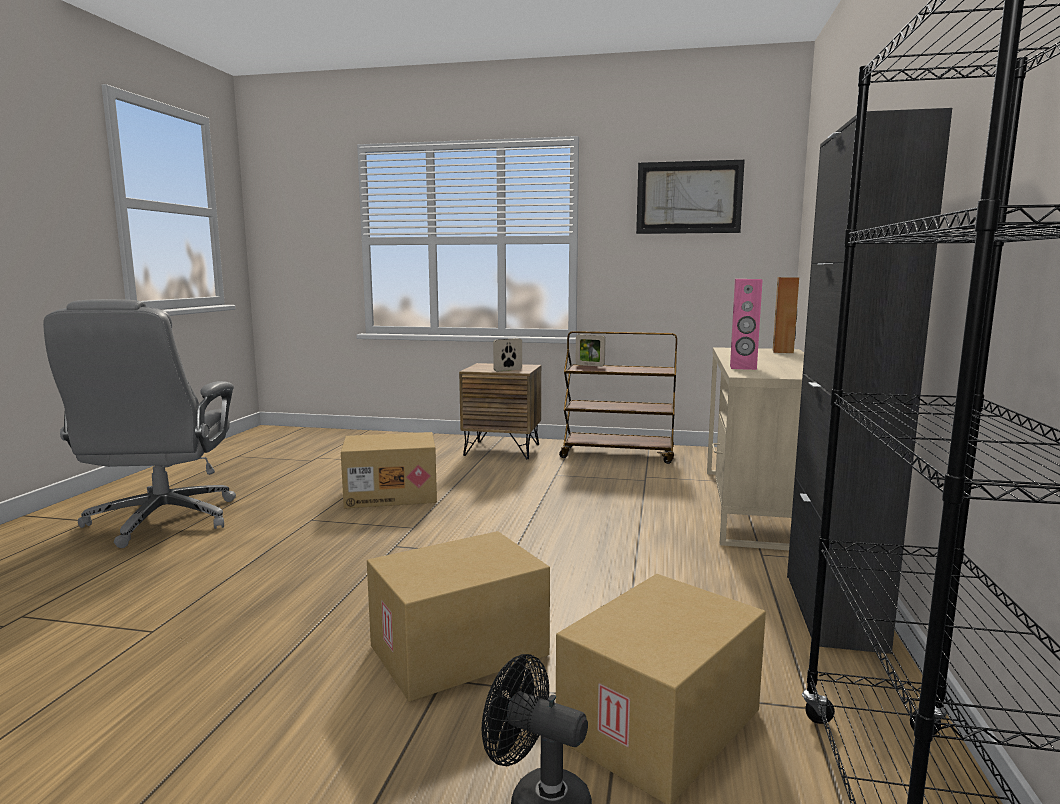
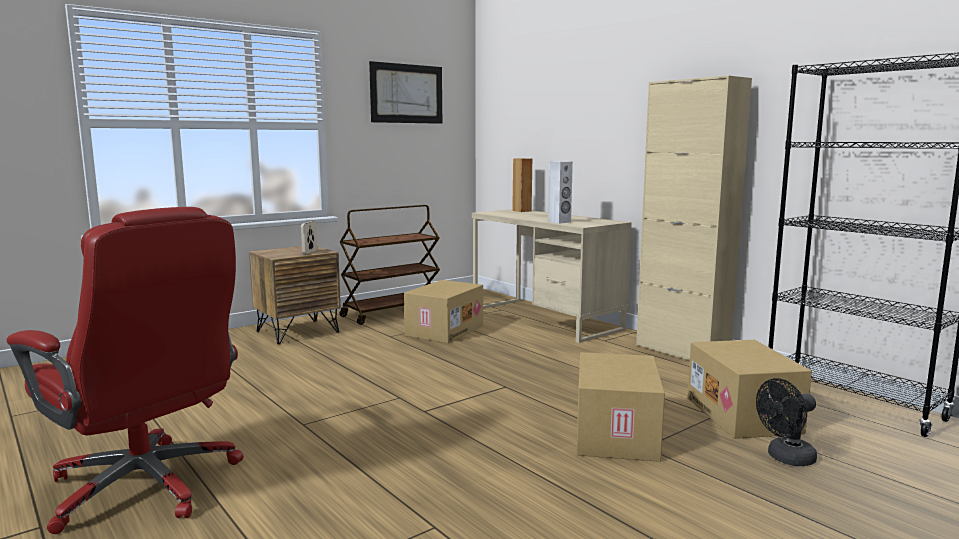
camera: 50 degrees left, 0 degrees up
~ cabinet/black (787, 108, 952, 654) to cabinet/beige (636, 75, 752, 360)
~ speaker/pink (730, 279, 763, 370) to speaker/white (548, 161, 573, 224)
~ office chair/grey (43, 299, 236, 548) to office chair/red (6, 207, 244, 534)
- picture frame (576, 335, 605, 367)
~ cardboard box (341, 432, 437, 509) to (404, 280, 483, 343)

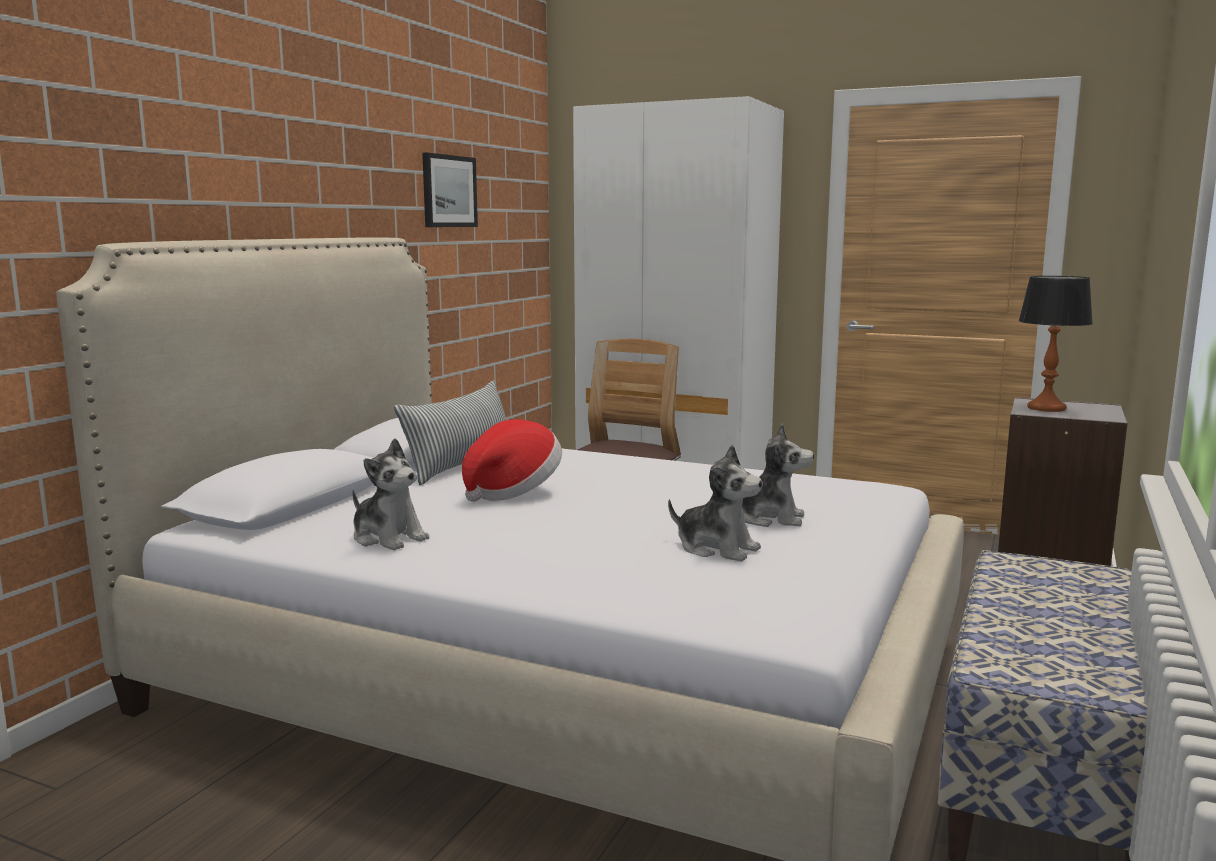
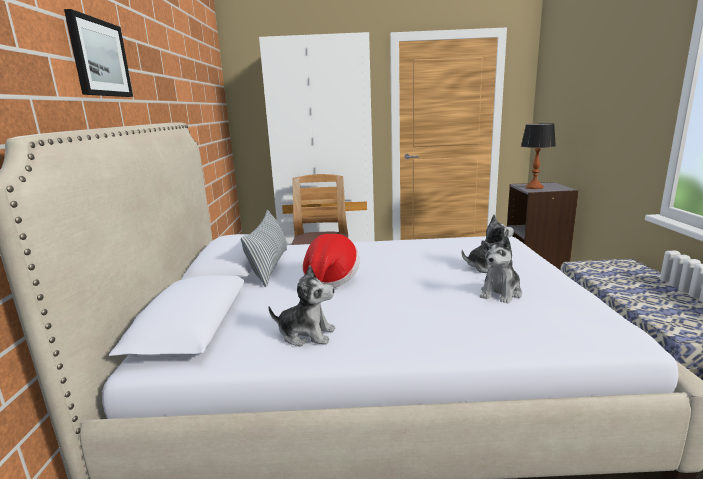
camera: 25 degrees left, 5 degrees up
~ picture (422, 152, 478, 227) to (64, 9, 133, 97)
~ plush toy (668, 445, 763, 562) = (480, 236, 522, 303) 120 degrees clockwise

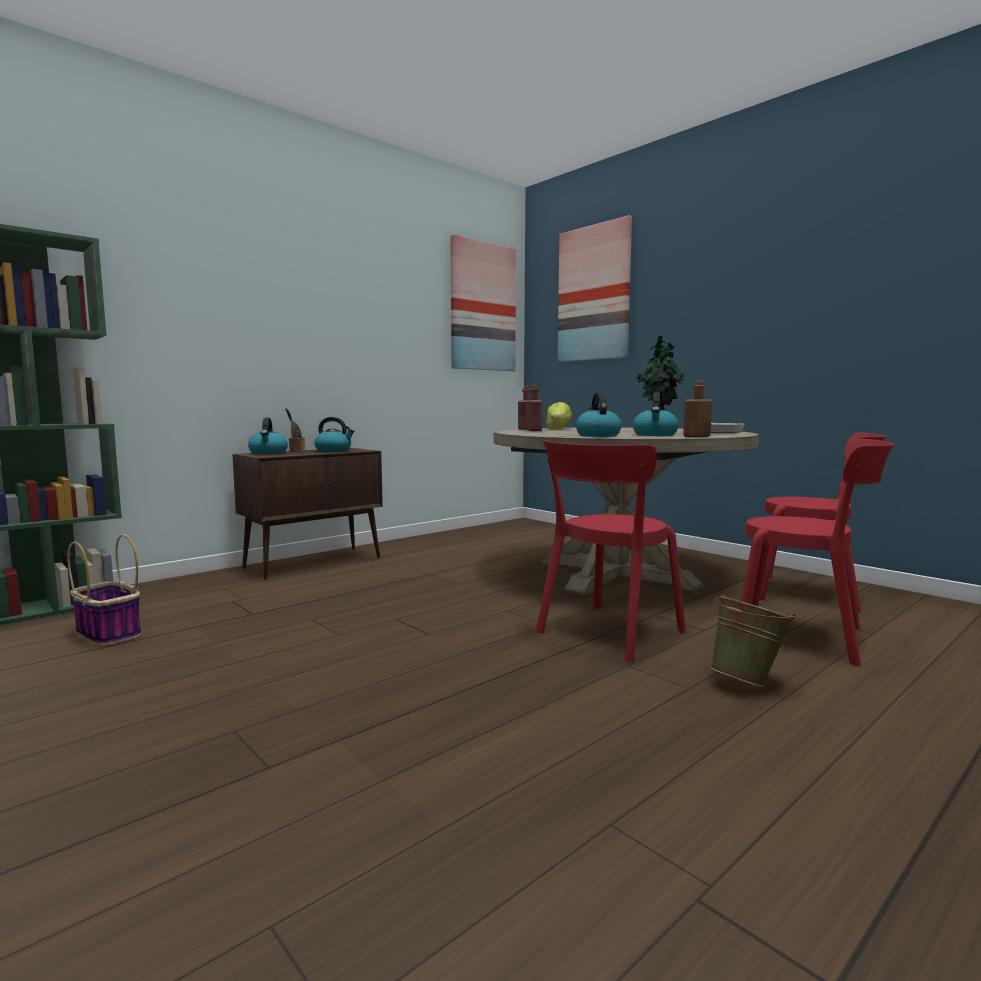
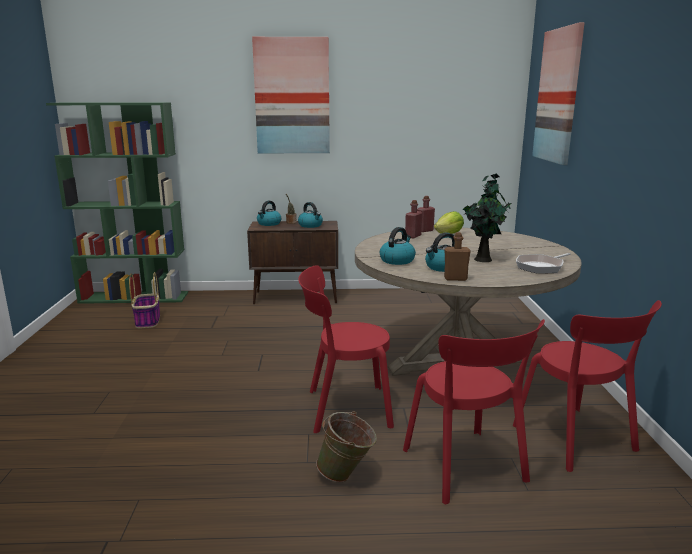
camera: 40 degrees right, 10 degrees up
~ picture (450, 234, 516, 371) to (252, 37, 330, 153)

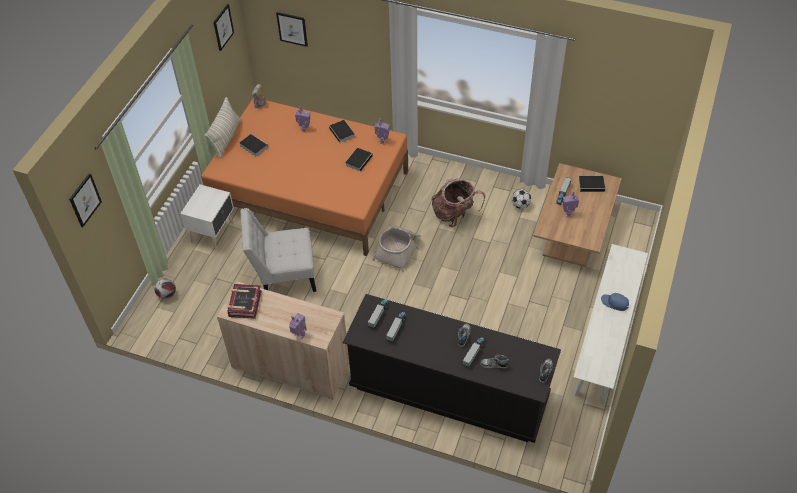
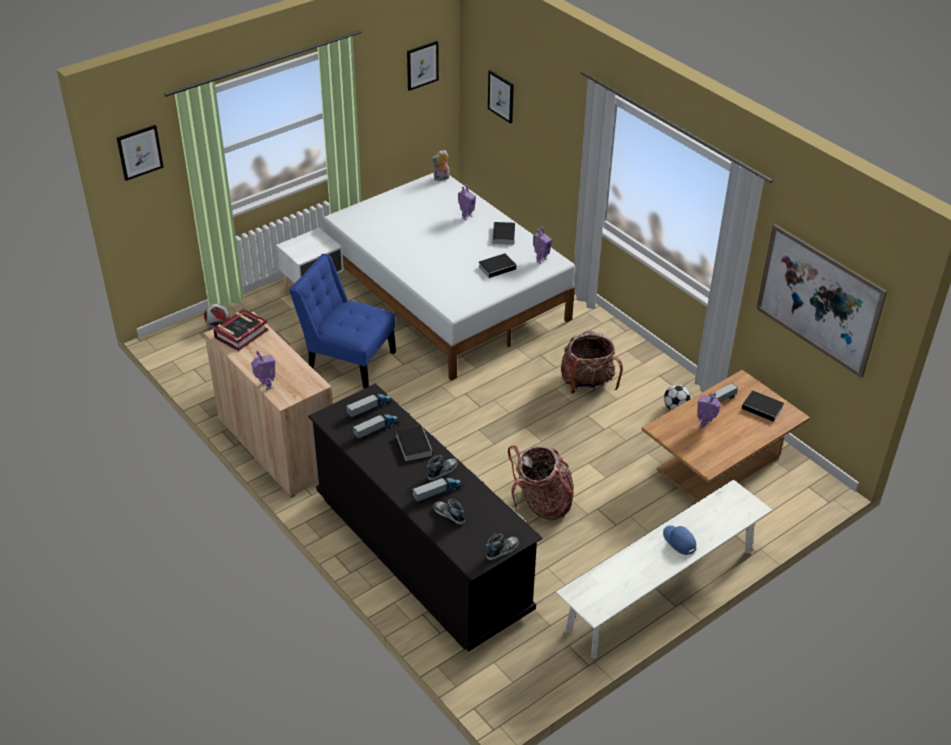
camera: 30 degrees right, 10 degrees down
- pillow (205, 97, 241, 159)
~ bed/orange (201, 98, 408, 256) to bed/white (323, 173, 575, 381)
~ book (239, 134, 268, 157) to (396, 425, 432, 461)
~ chair/white (241, 208, 316, 292) to chair/blue (289, 254, 396, 389)
- basket (372, 224, 421, 273)
+ picture (756, 224, 887, 378)
+ backpack (508, 445, 574, 520)

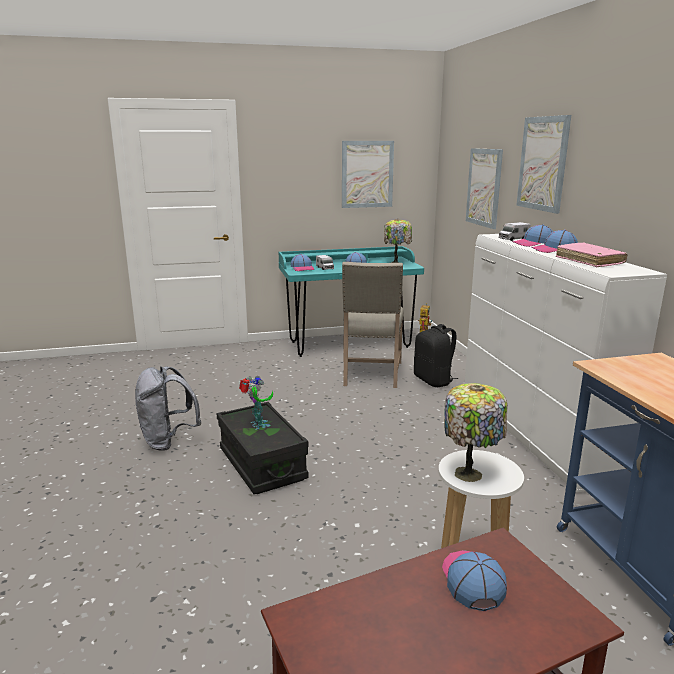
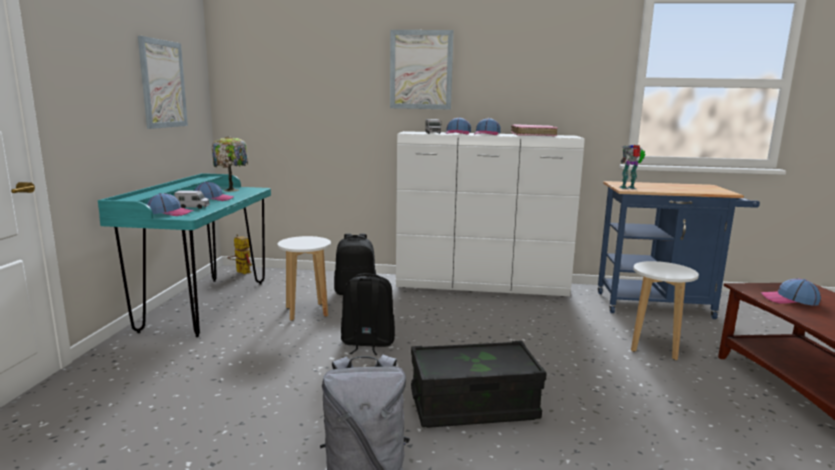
camera: 70 degrees left, 5 degrees down
- picture (466, 148, 503, 229)
~ chair/beige (342, 262, 404, 388) to stool/white (278, 236, 331, 321)
~ toy robot (239, 376, 273, 430) to (619, 145, 646, 189)
- table lamp (444, 383, 508, 482)
+ backpack/black (341, 273, 395, 355)

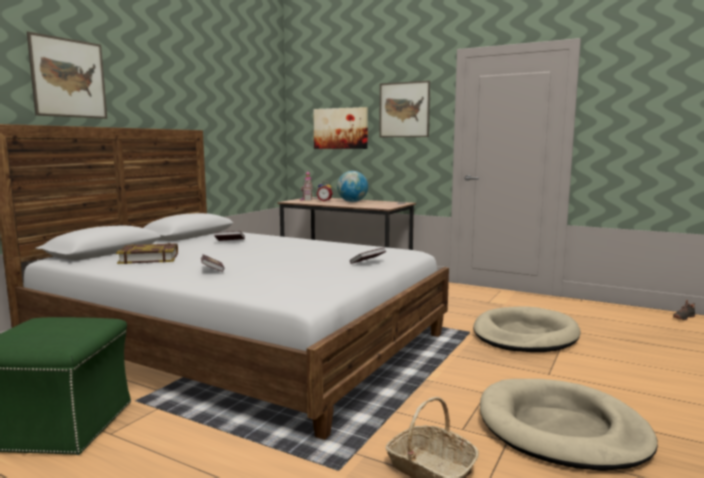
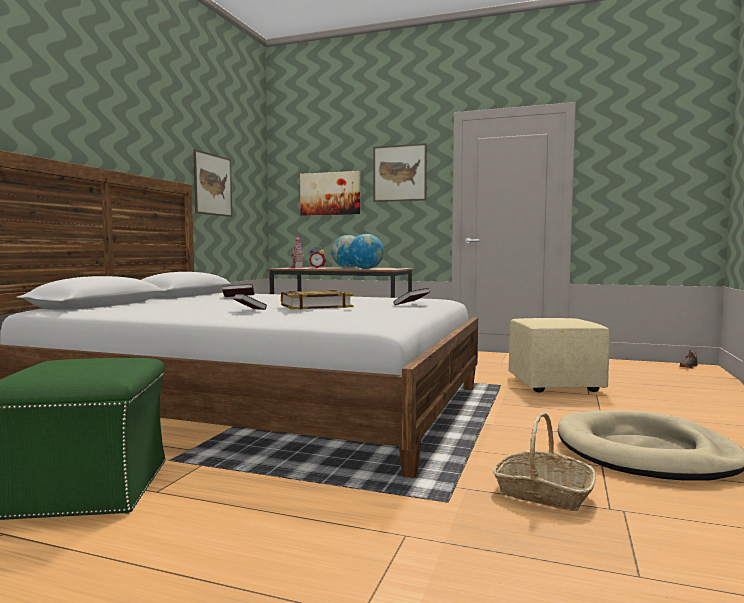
camera: 10 degrees left, 5 degrees down
~ picture (27, 32, 107, 119) to (193, 149, 232, 217)
~ book (116, 243, 178, 264) to (281, 290, 353, 310)
~ dog bed/beige (473, 307, 580, 352) to ottoman/beige (508, 318, 610, 392)
+ globe (349, 234, 384, 269)

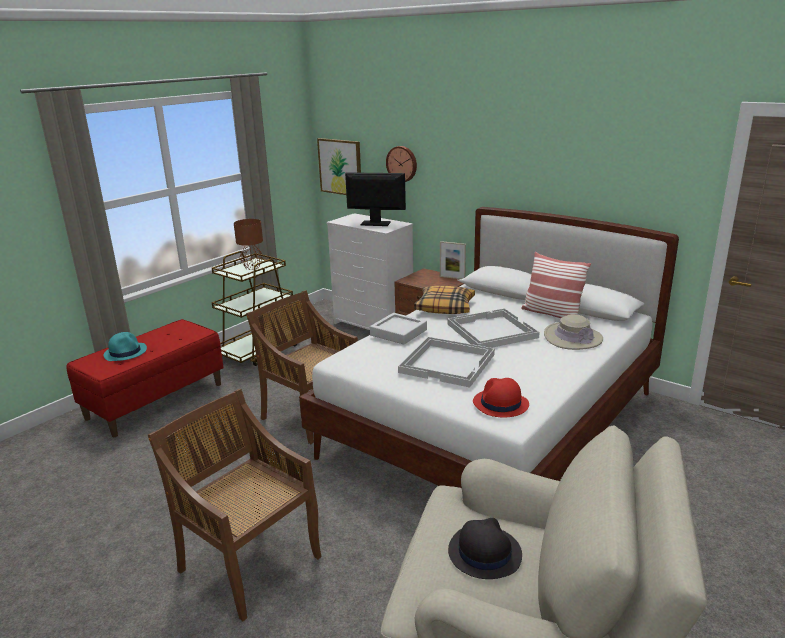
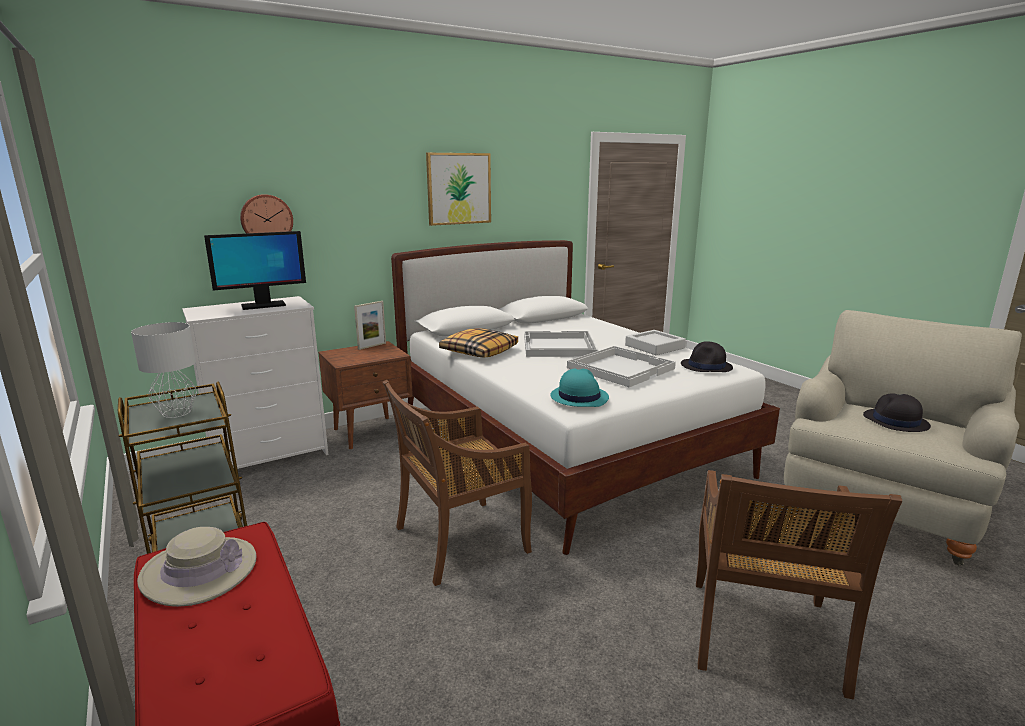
camera: 70 degrees left, 5 degrees down
~ picture (317, 138, 361, 195) to (426, 153, 491, 226)
~ monitor (345, 172, 406, 226) = (204, 231, 306, 310) 150 degrees counterclockwise
~ table lamp/brown (234, 219, 263, 270) to table lamp/grey (131, 322, 197, 418)
- pillow (521, 252, 591, 318)
~ tray/grey (370, 313, 427, 345) to (625, 330, 686, 355)
~ hat/beige (544, 314, 603, 350) to (137, 527, 257, 607)
~ hat/turquoise (103, 332, 147, 361) to (550, 369, 609, 407)
~ hat/red (473, 378, 529, 418) to hat/black (681, 341, 733, 372)
~ chair/brown (148, 389, 322, 621) = (696, 470, 902, 700) 45 degrees counterclockwise

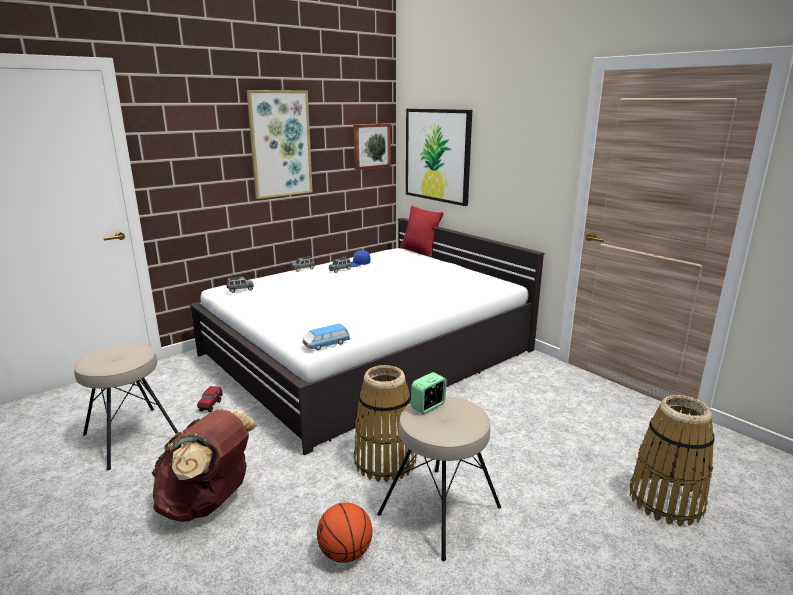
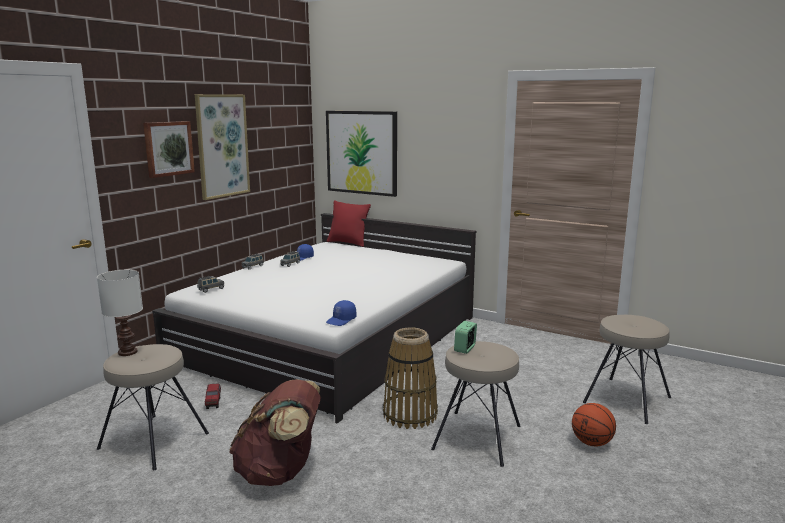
camera: 20 degrees left, 5 degrees down
~ picture (354, 123, 391, 170) to (143, 121, 195, 178)
~ toy car (302, 323, 350, 350) to cap/blue (326, 300, 356, 326)
~ basket (630, 395, 715, 526) to stool/beige (583, 315, 671, 424)
~ basketball (317, 502, 372, 563) to (572, 403, 616, 446)
+ table lamp/white (97, 270, 143, 356)

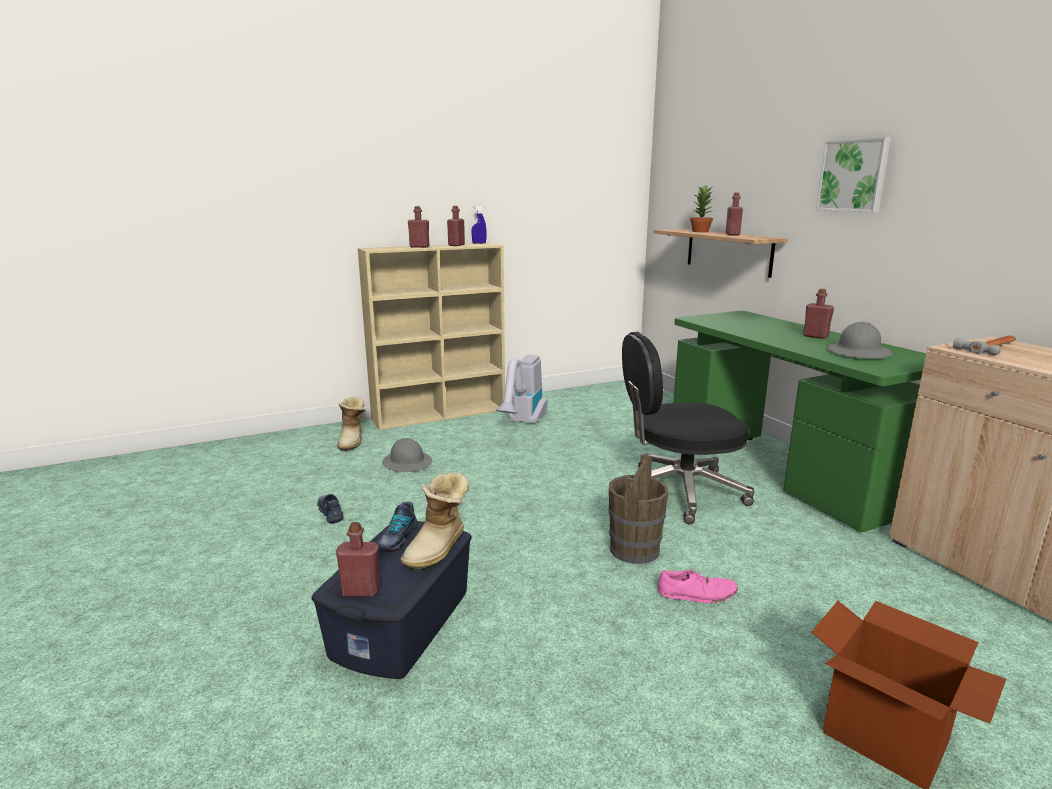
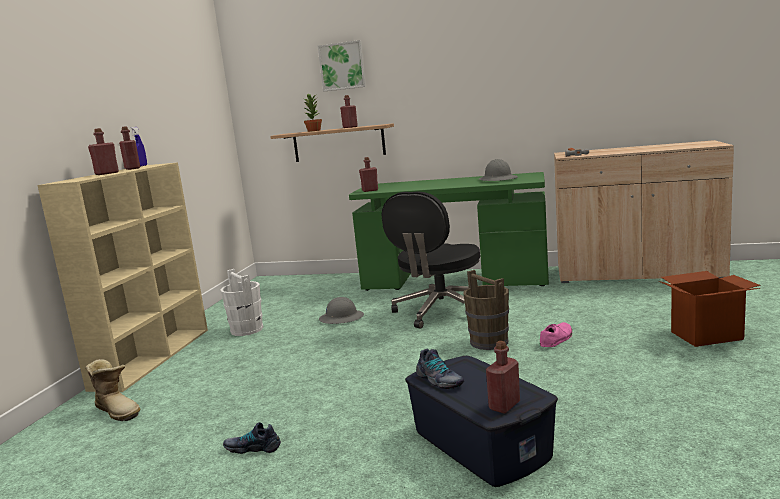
camera: 50 degrees left, 5 degrees down
~ picture (816, 137, 891, 213) to (318, 40, 366, 91)
~ bottle/red (803, 289, 834, 339) to (359, 157, 378, 192)
~ vacuum cleaner (496, 355, 547, 424) to bucket/white (220, 269, 263, 336)
~ hard hat/grey (382, 438, 432, 472) to (319, 297, 364, 324)
- boot (401, 473, 469, 571)

